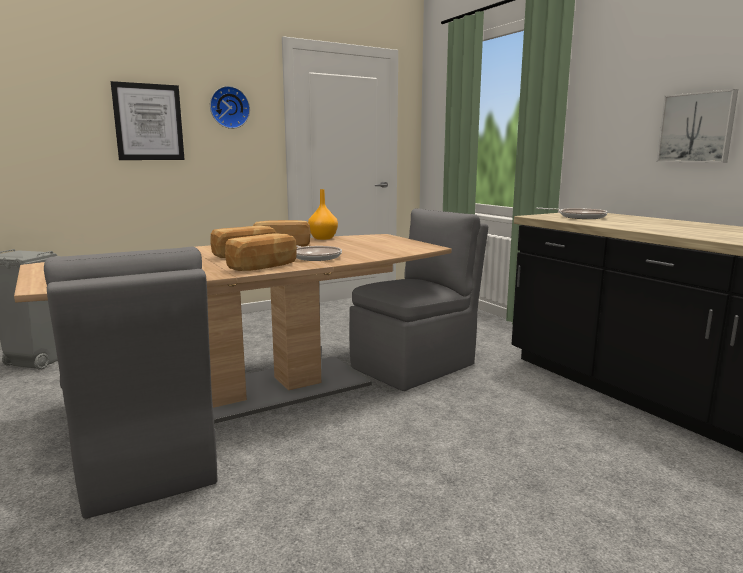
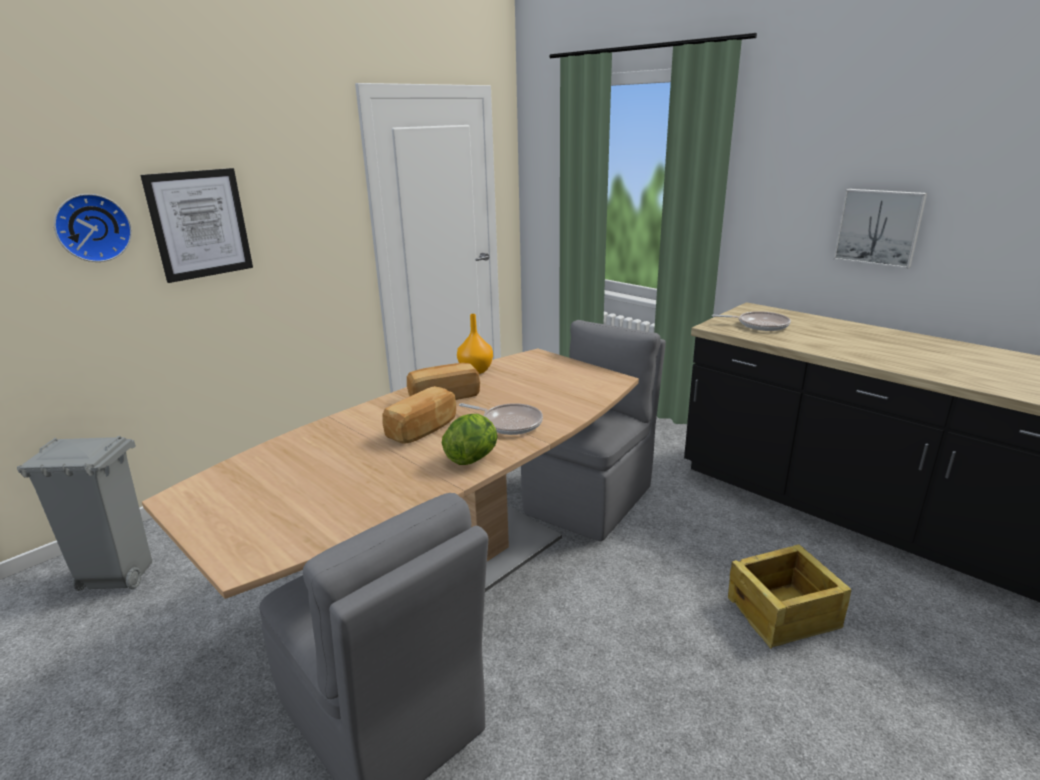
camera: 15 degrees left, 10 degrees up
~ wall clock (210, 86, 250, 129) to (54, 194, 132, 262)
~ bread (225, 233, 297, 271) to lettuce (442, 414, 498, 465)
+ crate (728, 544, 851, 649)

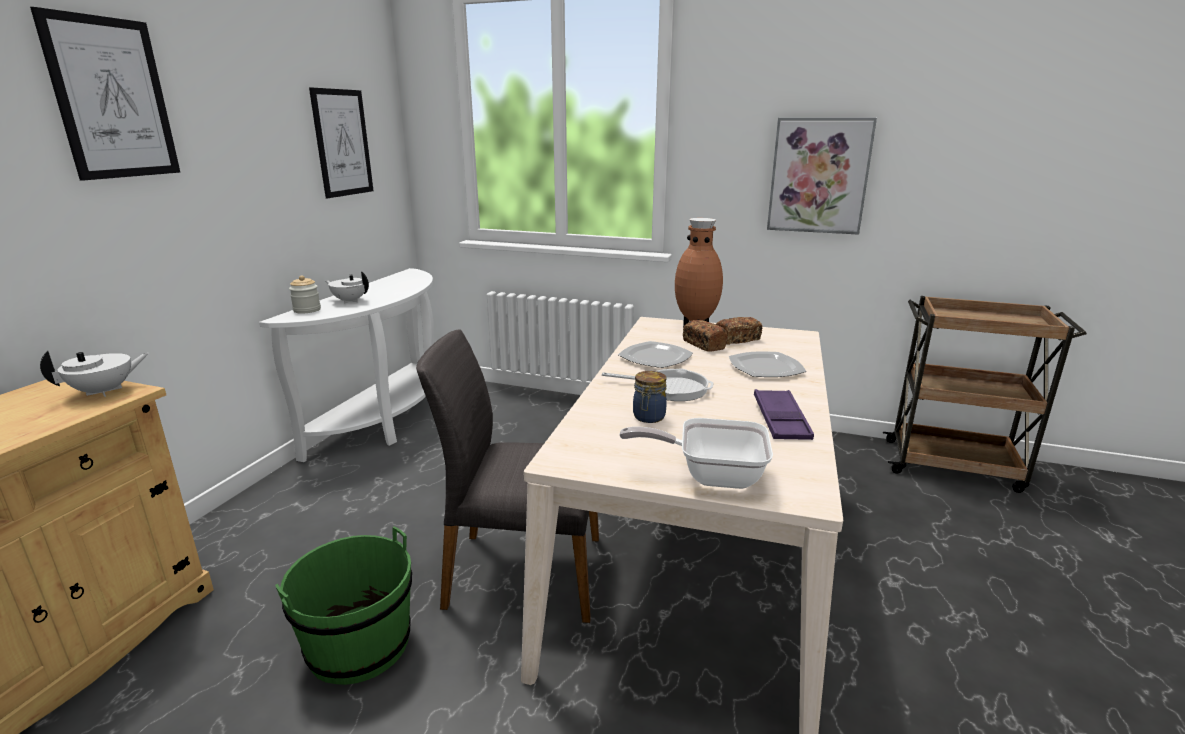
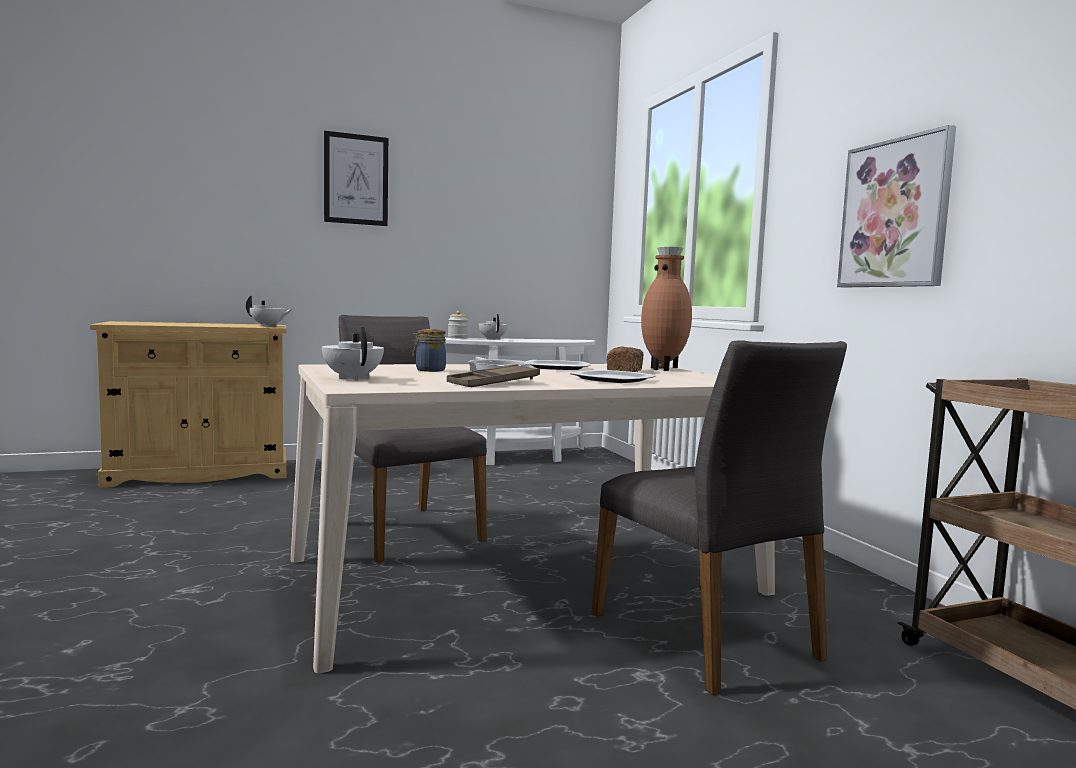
camera: 50 degrees right, 15 degrees down
- picture (309, 87, 373, 198)
- bread (715, 317, 762, 345)
~ tray/purple (754, 389, 814, 440) to tray/brown (447, 364, 540, 387)
~ frying pan (619, 418, 773, 489) to teapot/white (322, 327, 384, 380)
- bucket/green (275, 526, 412, 685)
+ chair/grey (592, 340, 847, 695)

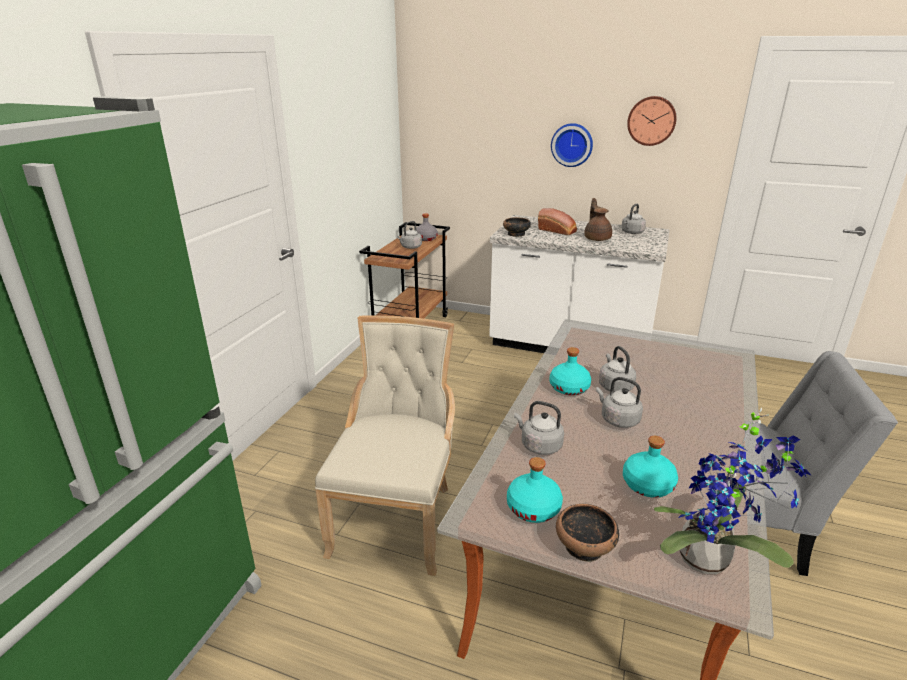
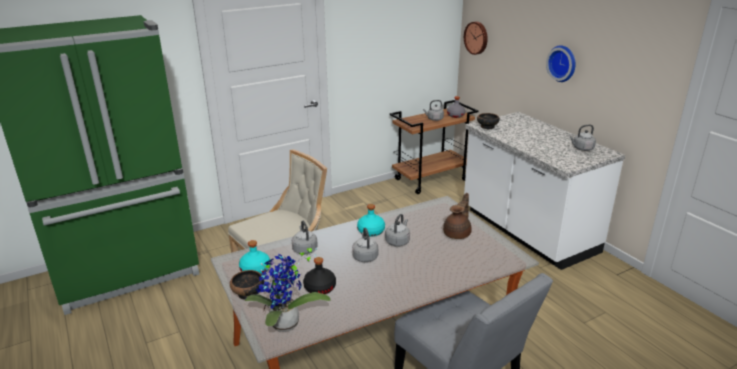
camera: 40 degrees right, 0 degrees up
~ wall clock (627, 96, 677, 146) to (464, 21, 488, 55)
~ teapot/brown (584, 198, 612, 241) to (443, 193, 472, 239)
- bread (538, 208, 577, 235)
~ bottle/turquoise (623, 436, 678, 498) to bottle/black (303, 257, 336, 294)

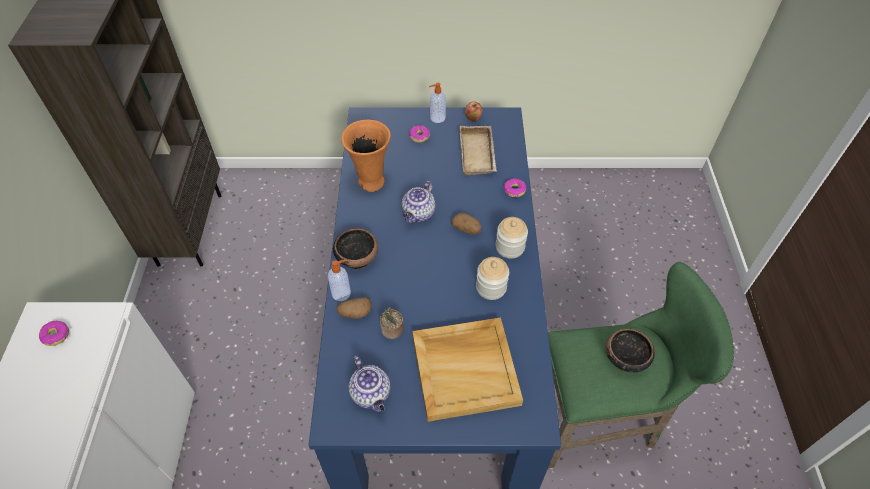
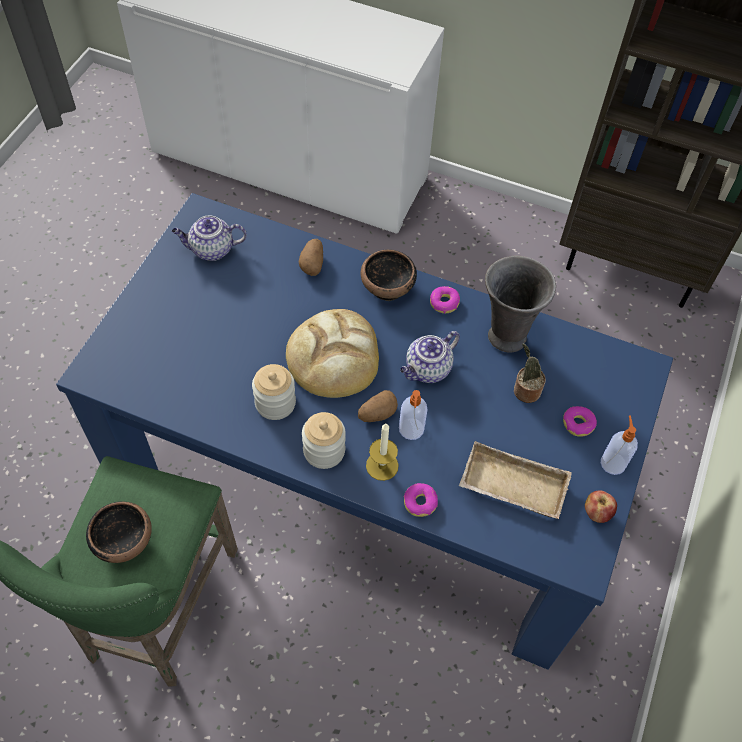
camera: 110 degrees right, 5 degrees up
~ vase/orange (341, 119, 391, 192) to vase/grey (485, 255, 556, 353)
~ teapot (401, 181, 435, 223) = (400, 331, 460, 383) 90 degrees counterclockwise
~ soap dispenser (328, 260, 351, 301) to (399, 390, 427, 440)
~ potted plant (380, 307, 403, 339) to (514, 343, 546, 403)
- tray/beige (412, 318, 523, 422)
~ donut (39, 321, 69, 346) to (430, 286, 460, 314)
+ bread (286, 309, 379, 398)
+ candle (366, 424, 399, 481)

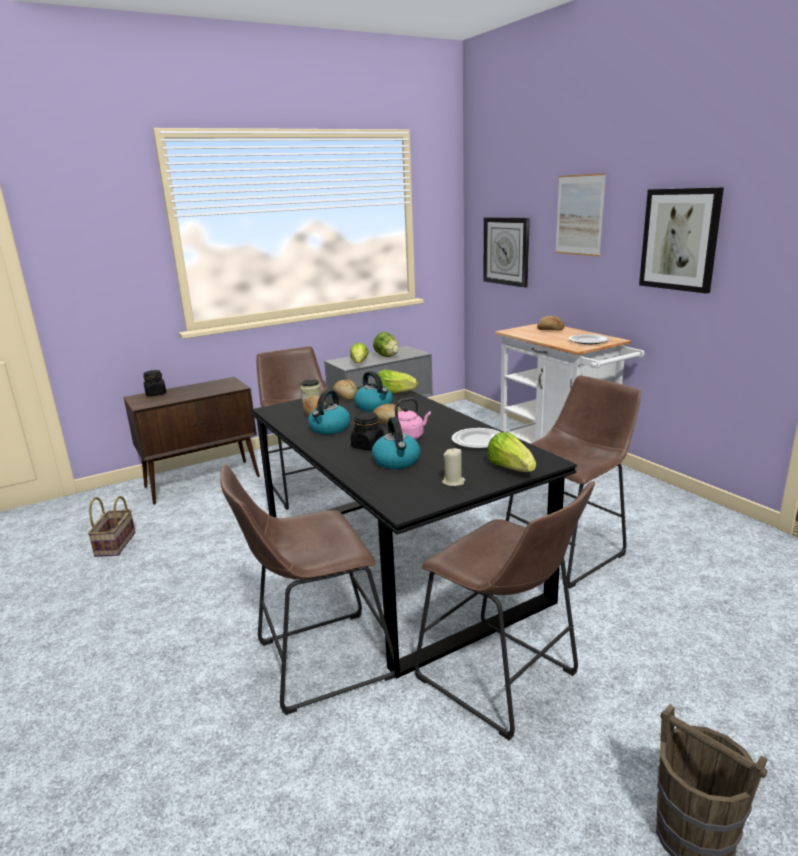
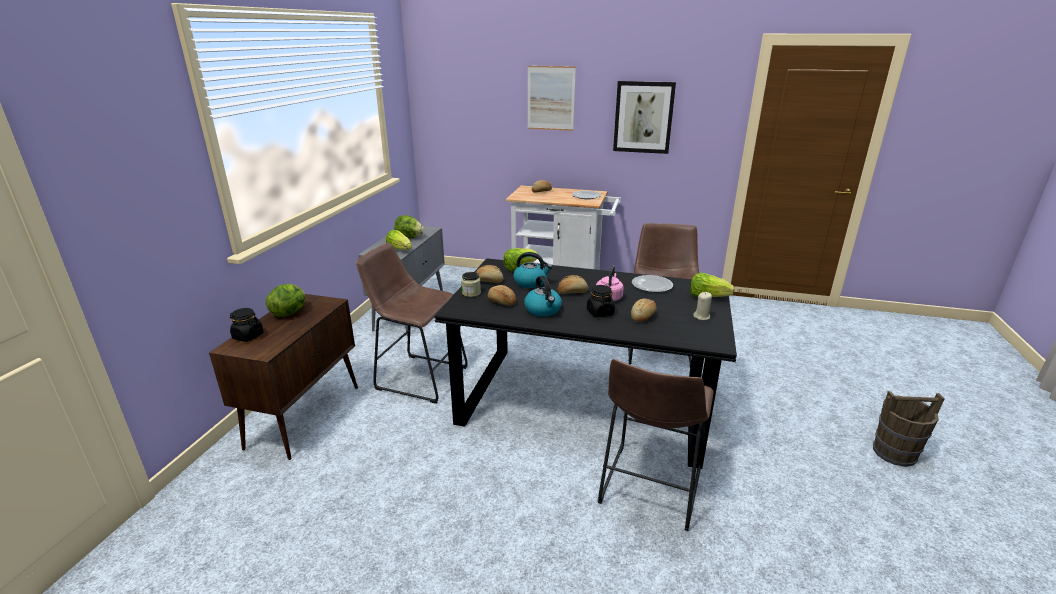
camera: 45 degrees left, 5 degrees up
- wall clock (484, 217, 530, 288)
~ kettle (372, 417, 420, 469) to bread (631, 298, 656, 322)
- stool/brown (415, 481, 595, 741)
- basket (88, 496, 135, 557)
+ lettuce (266, 284, 305, 317)

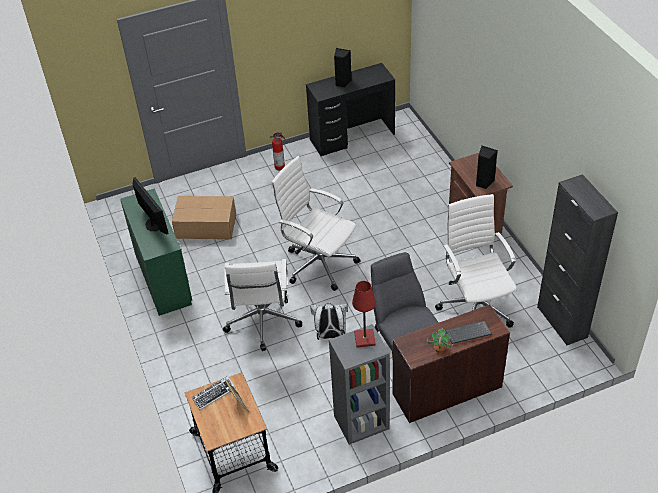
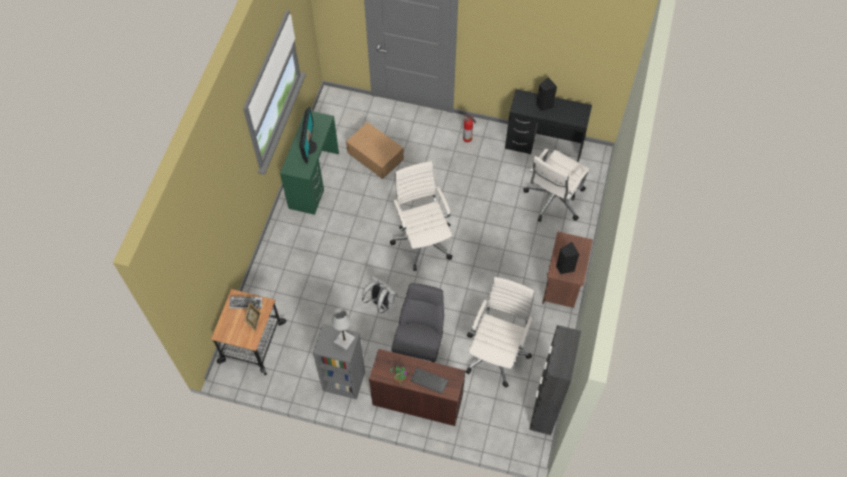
camera: 35 degrees right, 15 degrees up
~ office chair/white (223, 259, 302, 351) to (523, 149, 590, 222)
~ table lamp/red (352, 281, 376, 347) to table lamp/white (332, 308, 355, 350)

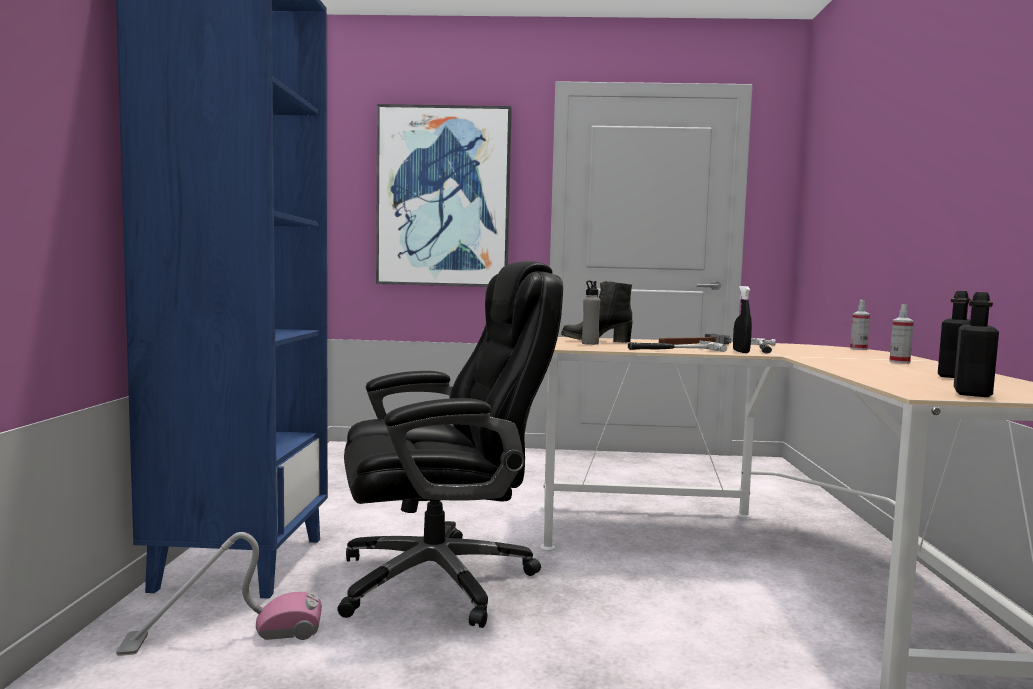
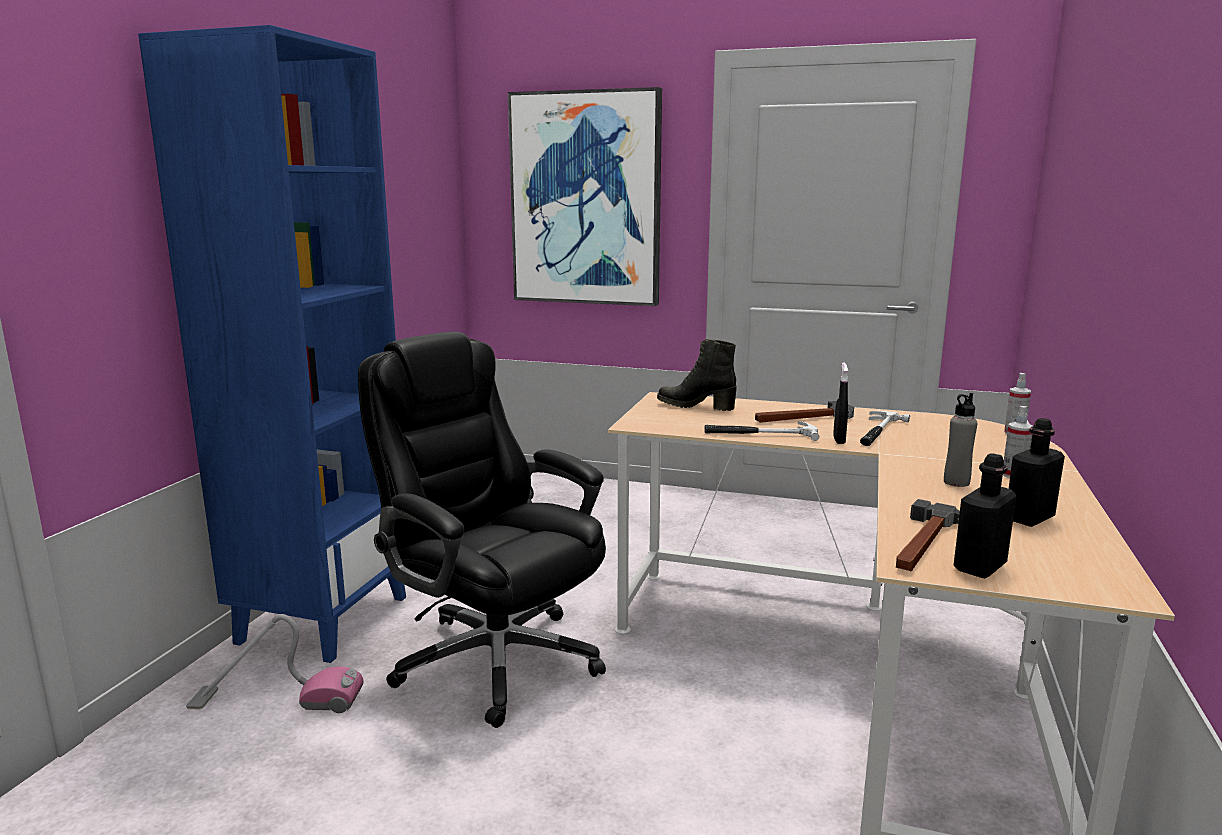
camera: 15 degrees right, 10 degrees up
~ office chair/black (337, 261, 563, 628) = (358, 332, 606, 728) 135 degrees counterclockwise
~ bottle/grey (582, 281, 600, 345) to (944, 393, 977, 487)
+ hammer (896, 499, 960, 572)

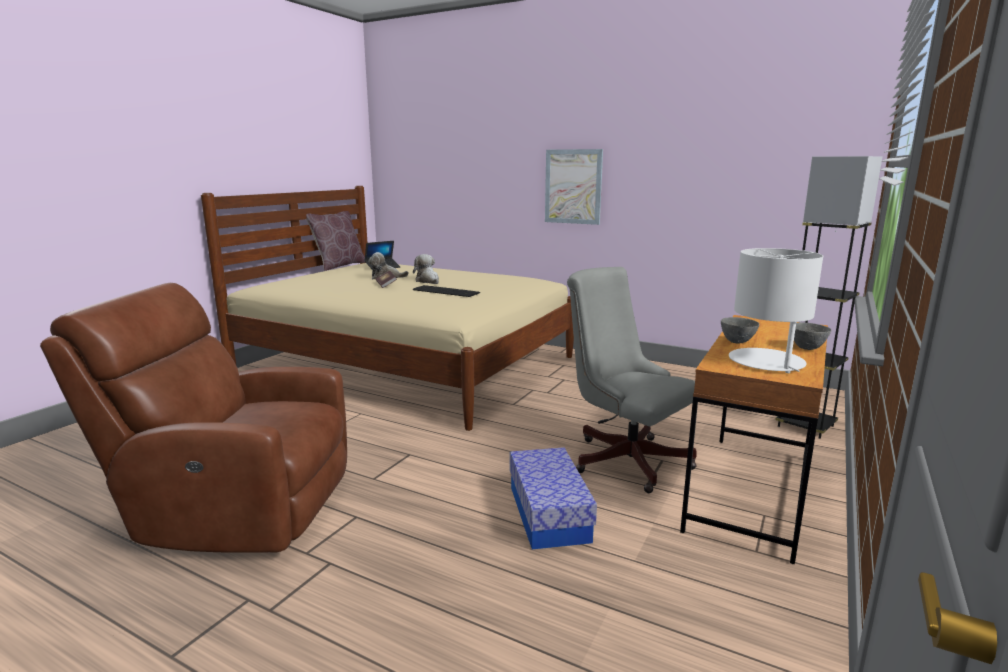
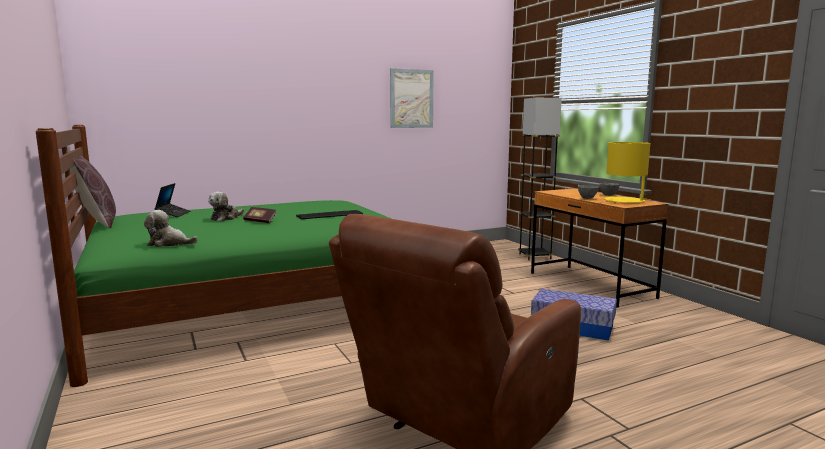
camera: 55 degrees left, 5 degrees down
~ picture (545, 149, 603, 225) to (390, 68, 433, 128)
~ bed/beige (201, 186, 574, 431) to bed/green (36, 125, 392, 387)
~ table lamp/white (729, 248, 823, 373) to table lamp/yellow (604, 142, 651, 203)
~ plush toy (413, 254, 439, 284) to (144, 210, 198, 247)
- office chair/grey (567, 267, 697, 493)

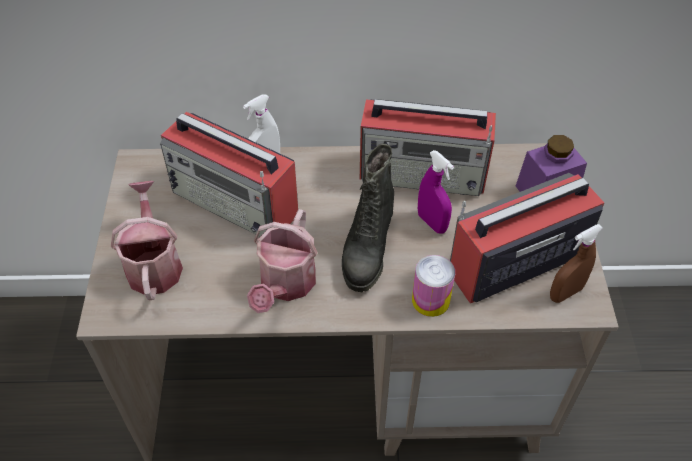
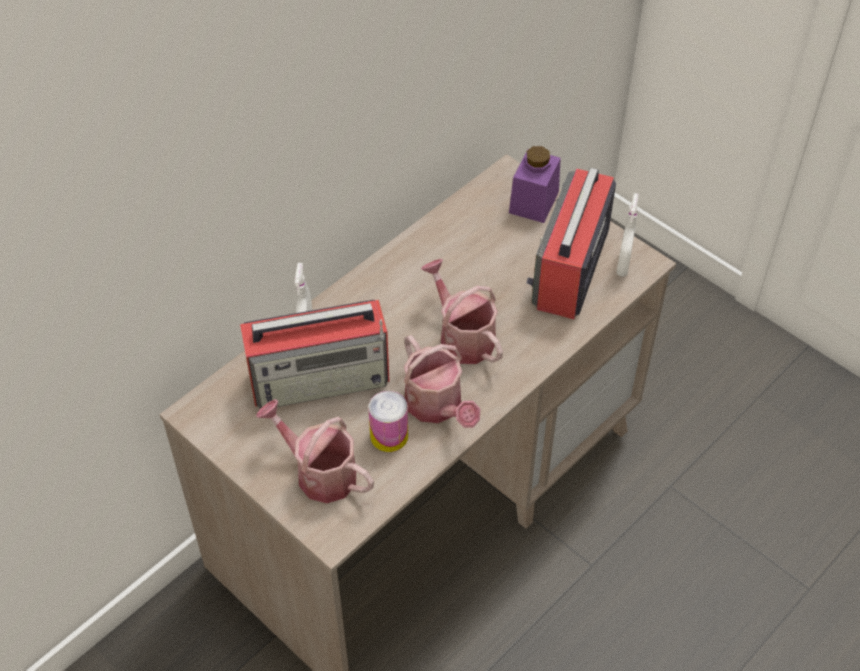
camera: 45 degrees left, 0 degrees up
- radio (360, 99, 496, 196)
~ boot/black (342, 144, 394, 292) to watering can (421, 259, 503, 364)
- spray bottle/purple (418, 150, 454, 234)
~ spray bottle/brown (550, 224, 603, 303) to spray bottle/white (616, 193, 639, 277)
~ can (412, 255, 455, 317) to (368, 391, 408, 452)

